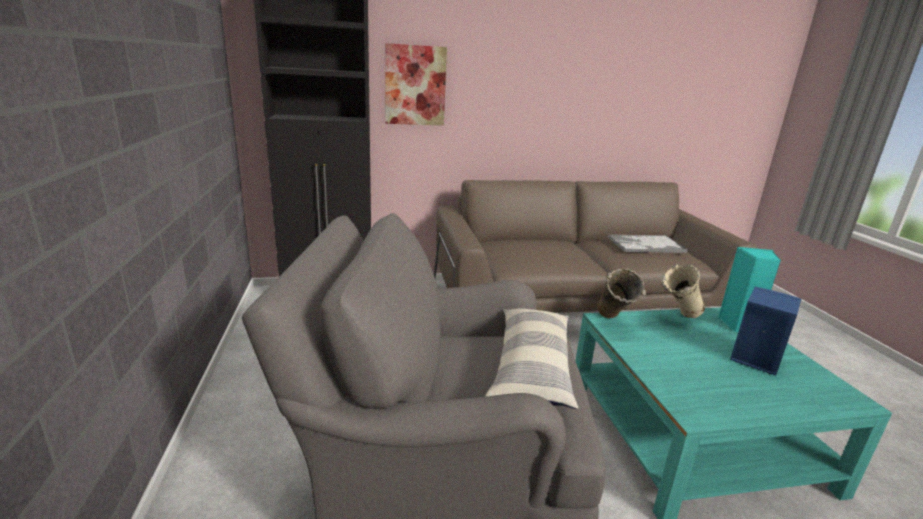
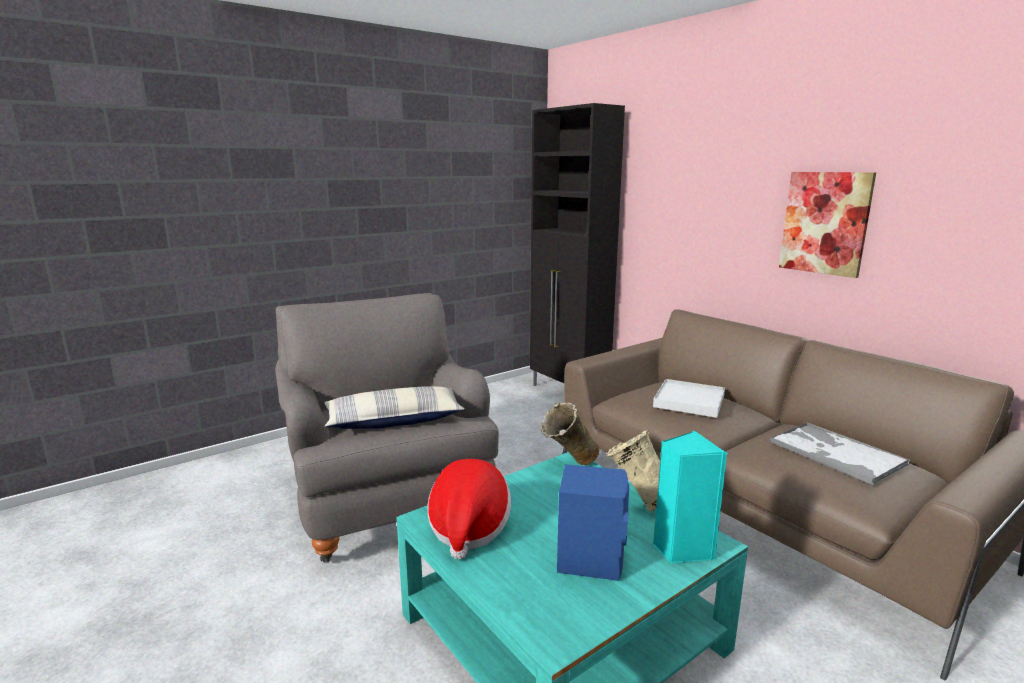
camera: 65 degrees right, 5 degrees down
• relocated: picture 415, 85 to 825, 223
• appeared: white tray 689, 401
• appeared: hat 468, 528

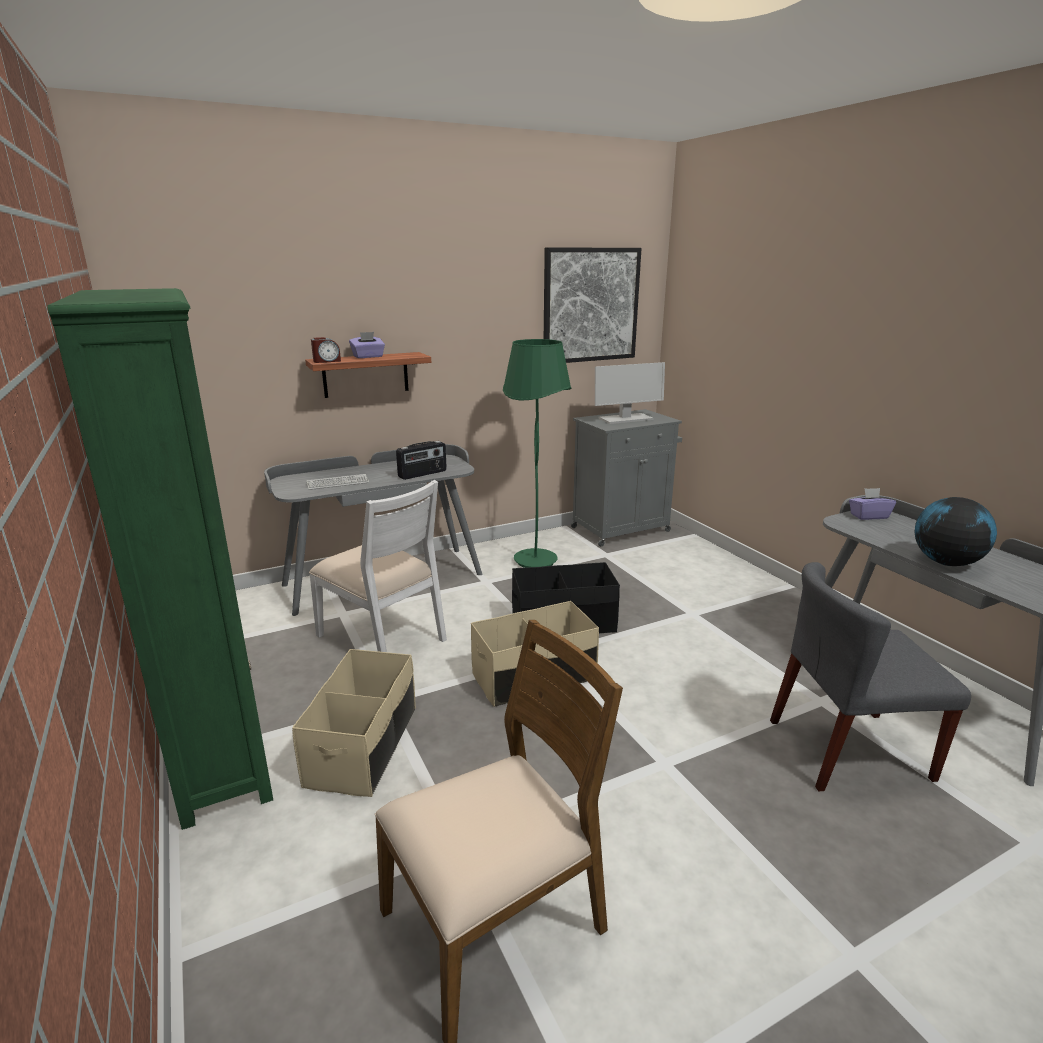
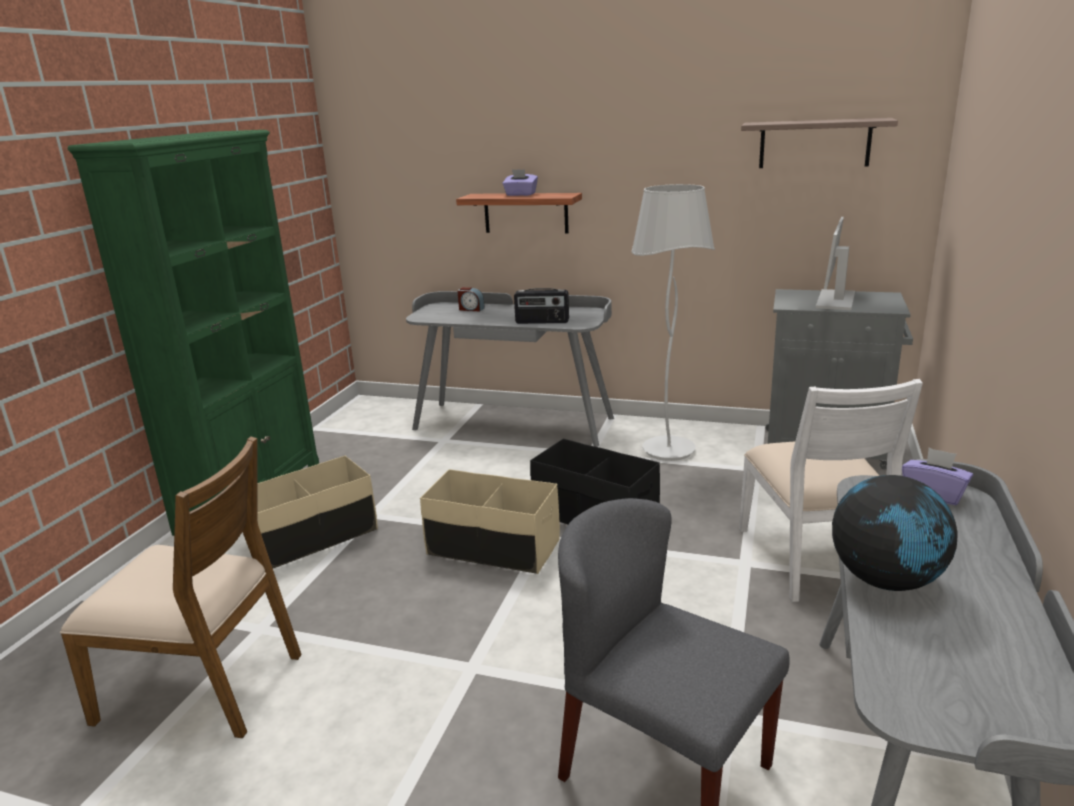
camera: 45 degrees right, 0 degrees up
• exchanged: picture 590, 305 to shelf 814, 143
• relocated: alarm clock 326, 361 to 471, 309
• colour: green floor lamp 535, 561 to white floor lamp 668, 450
• spun: monitor 625, 419 = 835, 300 90 degrees clockwise
• missing: keyboard 338, 483
• relocated: white chair 383, 637 to 813, 559

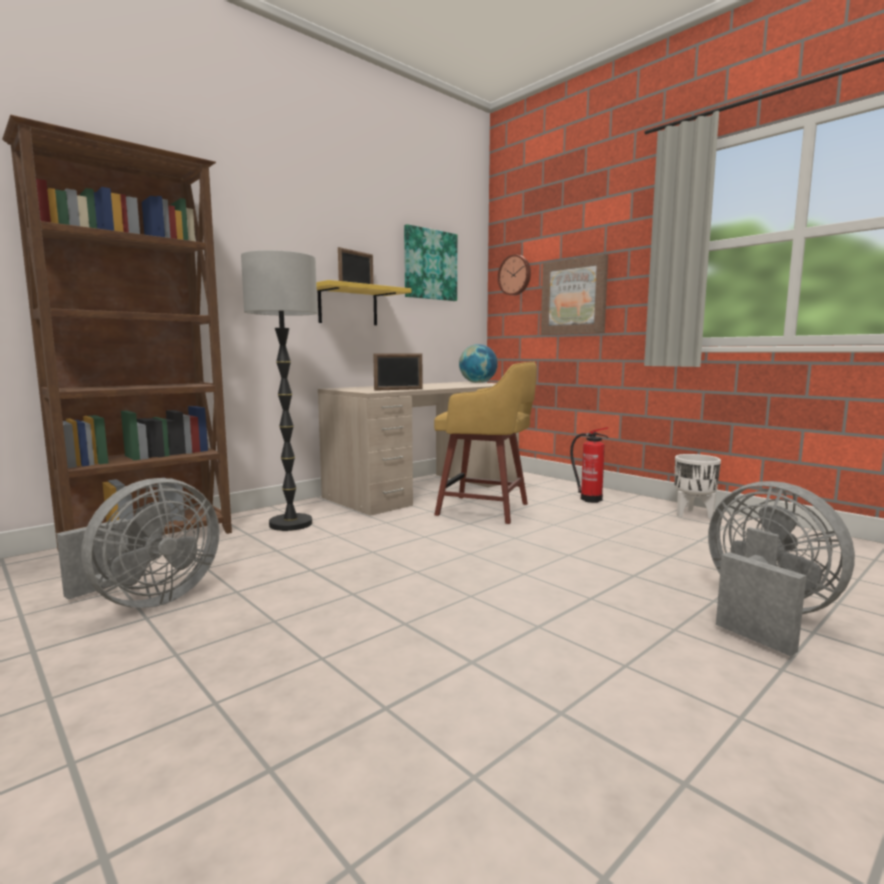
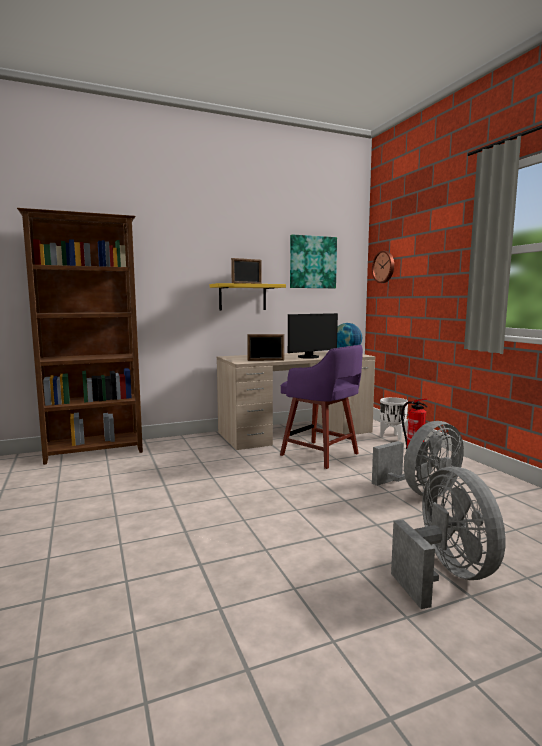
camera: 20 degrees right, 0 degrees up
• missing: floor lamp 291, 524
• missing: picture 574, 297
• colour: yellow stool 486, 510 to purple stool 321, 455
• relocated: white planter 692, 514 to 392, 437
• relocated: grey fan 148, 600 to 422, 492
• appeared: monitor 310, 357

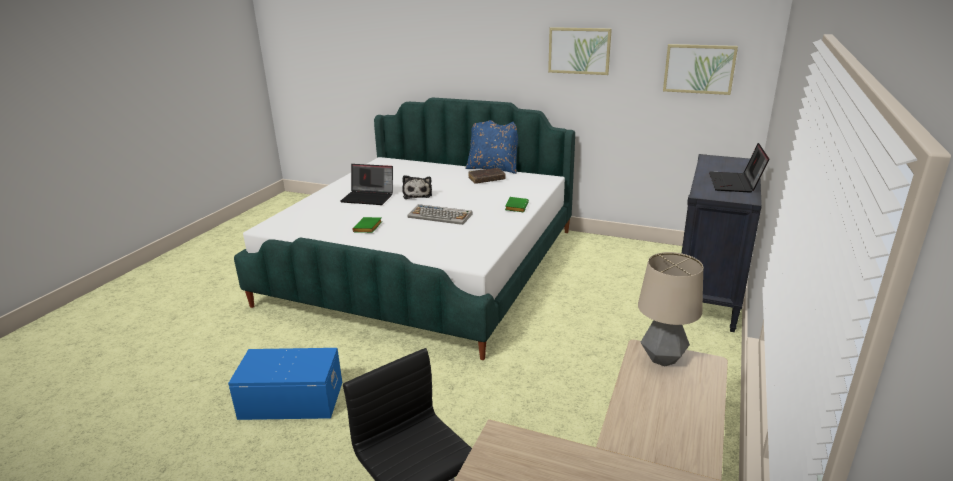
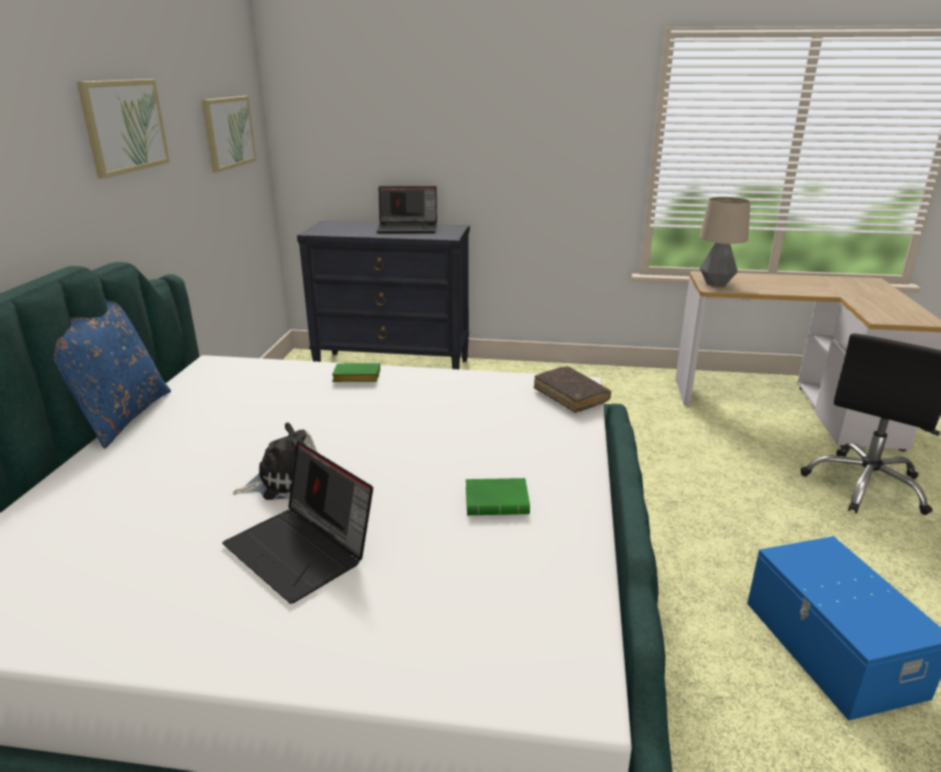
camera: 105 degrees left, 0 degrees up
• spun: laptop 369, 197 = 302, 551 135 degrees clockwise
• relocated: brown book 486, 179 to 570, 396
• missing: keyboard 440, 216

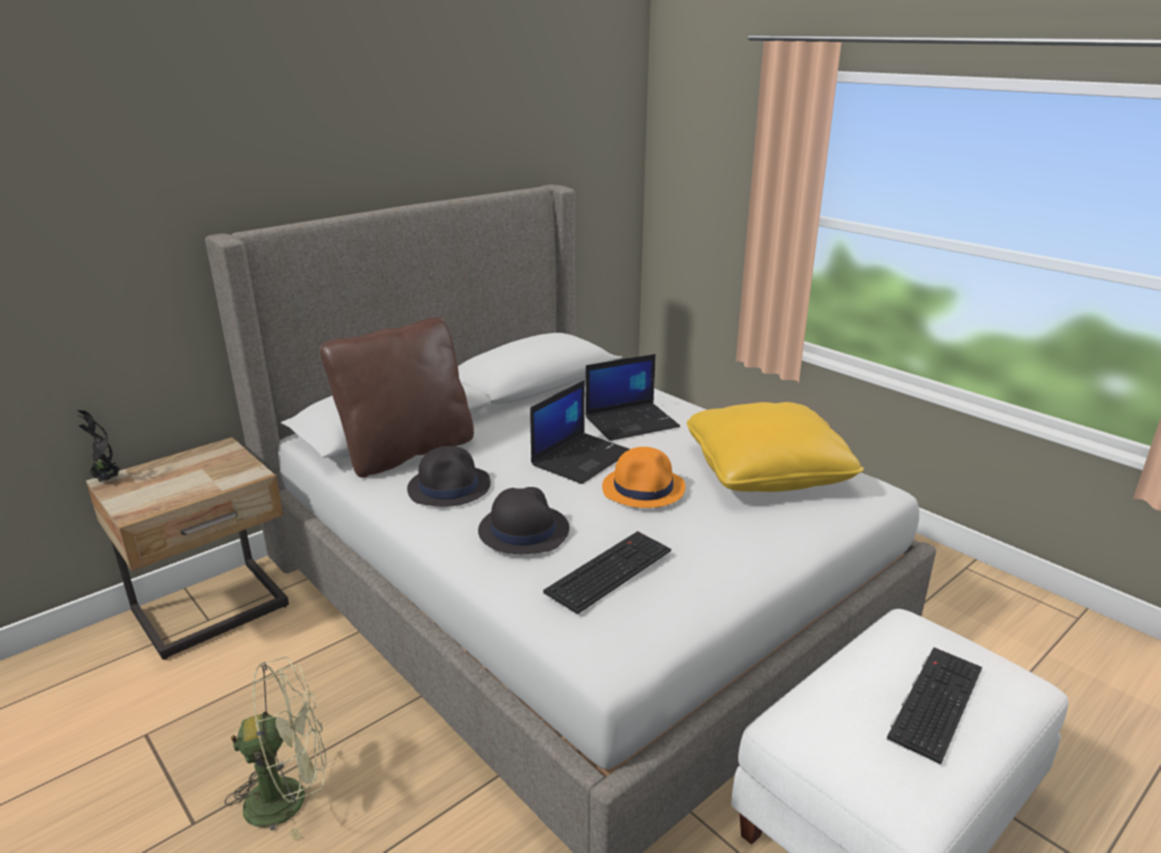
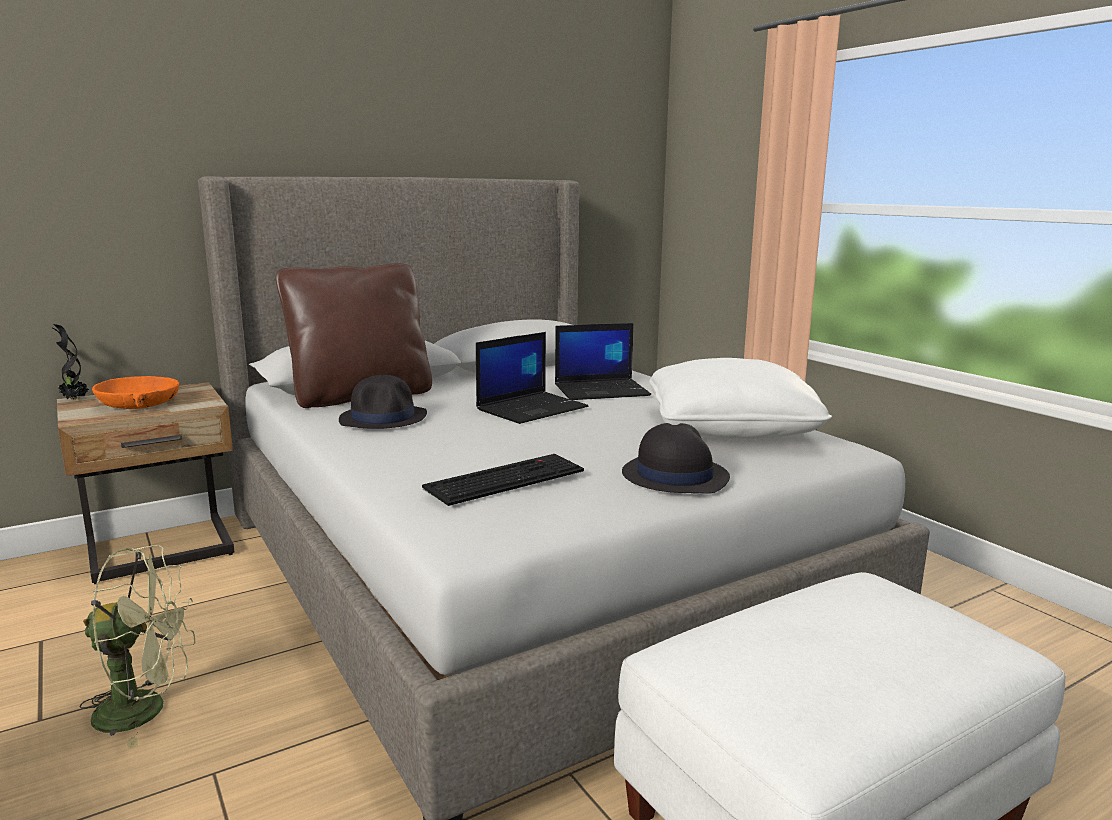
camera: 10 degrees right, 10 degrees down
• colour: yellow pillow 767, 471 to white pillow 730, 429
• missing: orange hat 644, 488
• relocated: black hat 523, 530 to 674, 476
• missing: keyboard 934, 700
• appeared: orange bowl 139, 403

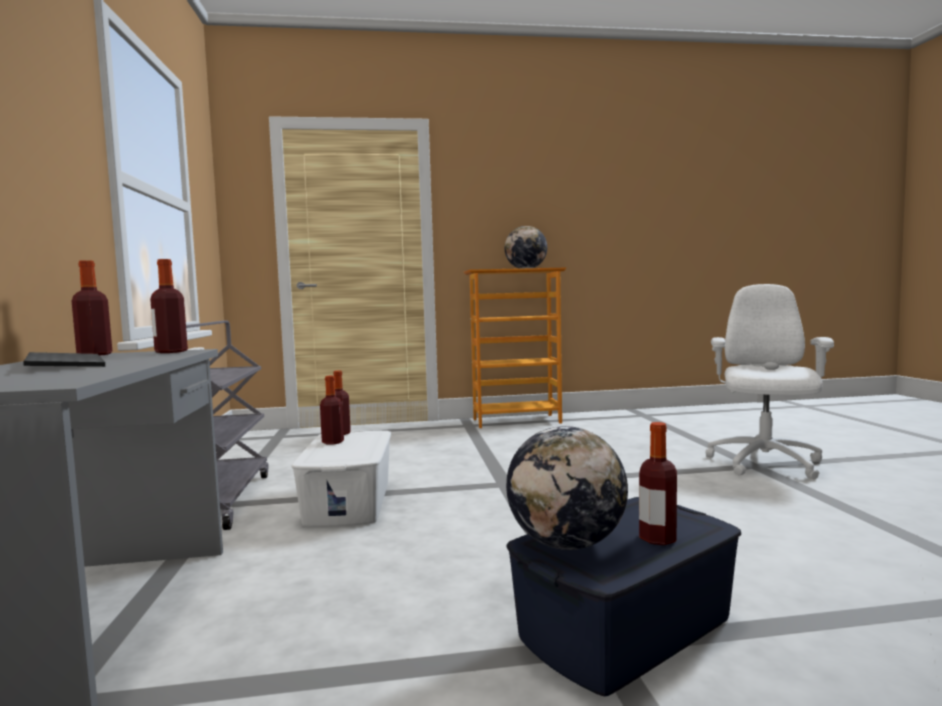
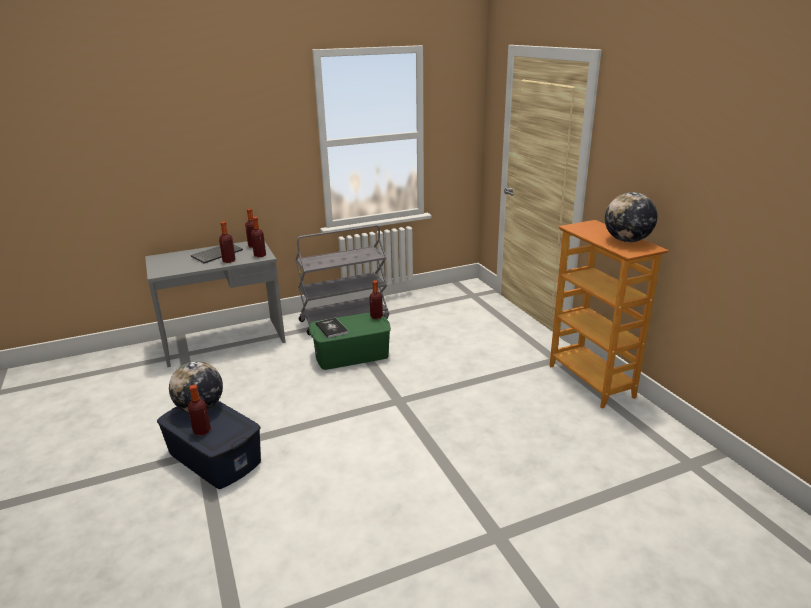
camera: 75 degrees right, 20 degrees up
• missing: white office chair 764, 464
• relocated: bottle 333, 442 to 229, 261
• colour: white storage box 350, 502 to green storage box 352, 355
• appeared: book 331, 328

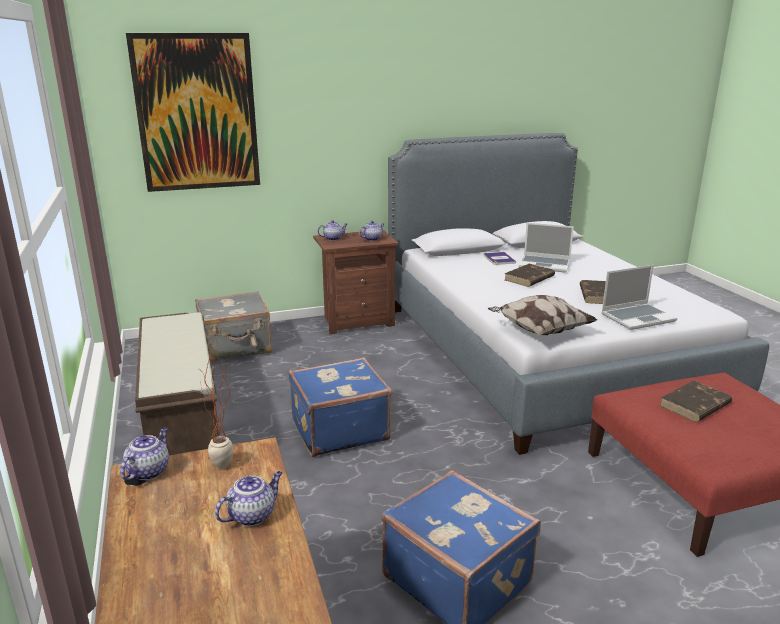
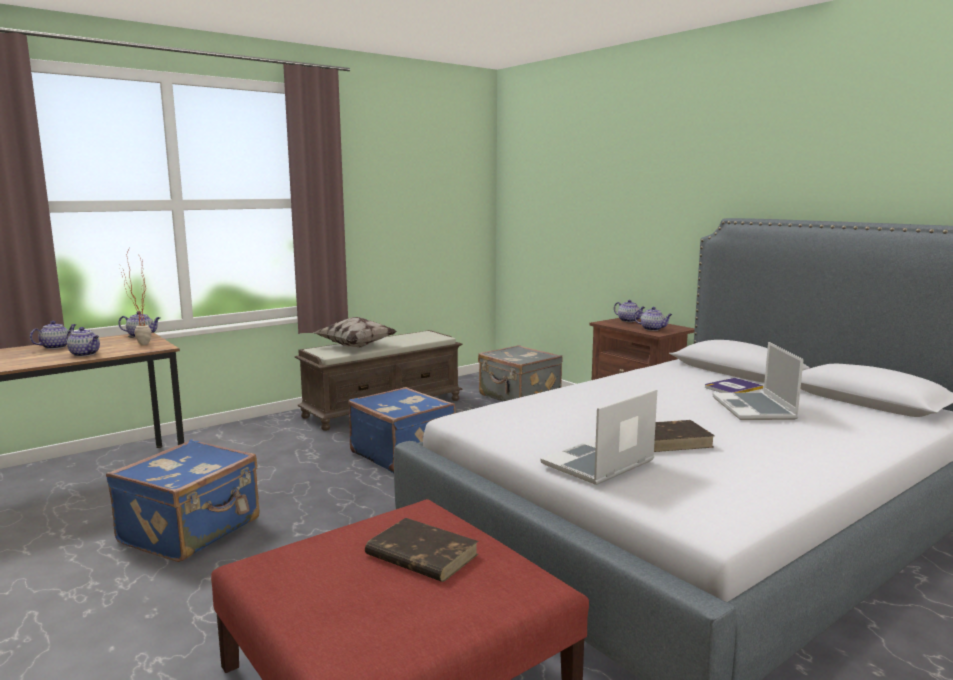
camera: 70 degrees right, 10 degrees down
• missing: picture 197, 113
• missing: brown book 529, 278
• spun: laptop 638, 317 = 598, 464 90 degrees clockwise
• relocated: pillow 539, 330 to 356, 346
• appeared: teapot 56, 347

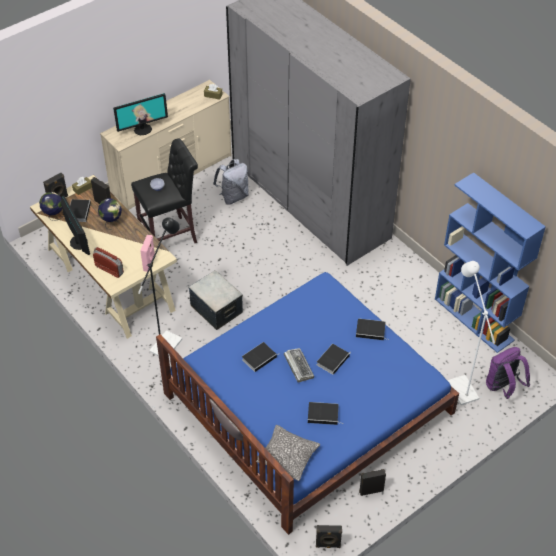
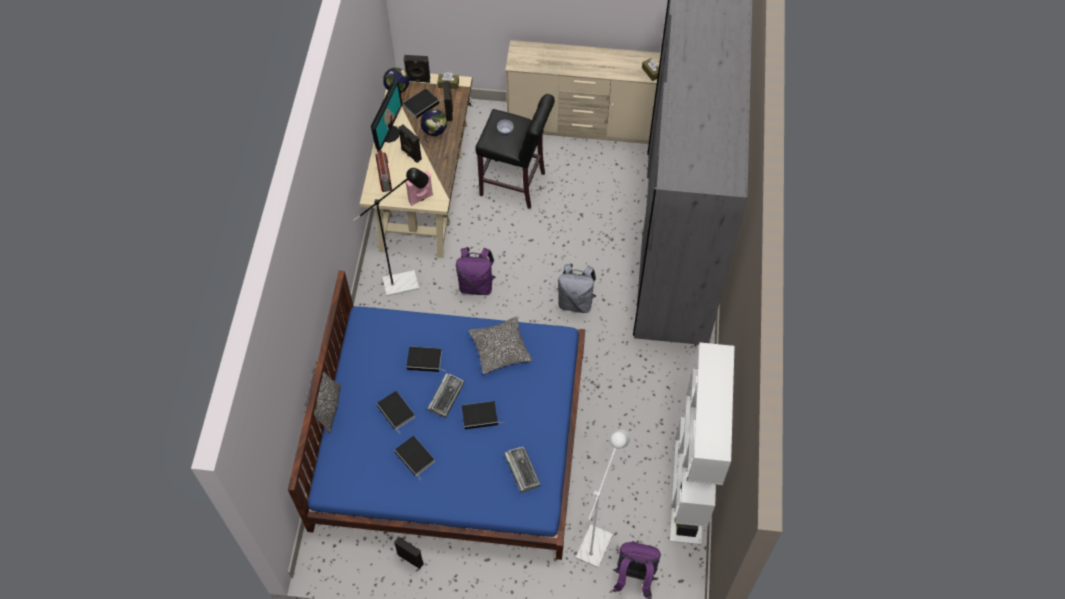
camera: 45 degrees right, 10 degrees up
• missing: monitor 142, 129
• relocated: grey backpack 233, 196 to 575, 302
• colour: blue bookcase 474, 319 to white bookcase 688, 491
• exchanged: storage box 216, 309 to purple backpack 476, 285
• relocated: book 371, 330 to 397, 412
• relocated: pillow 287, 456 to 500, 349
• relocated: black speaker 328, 545 to 410, 154
• appeared: keyboard 521, 470

